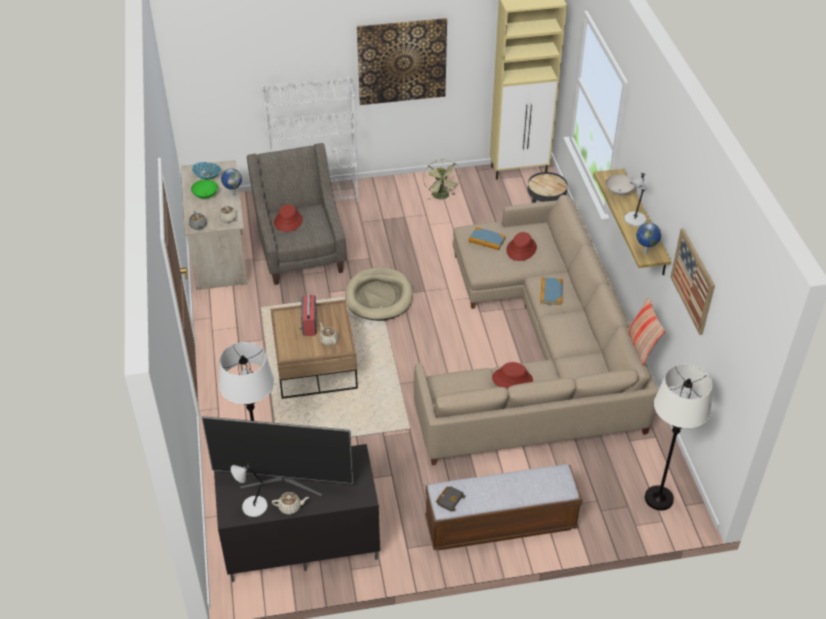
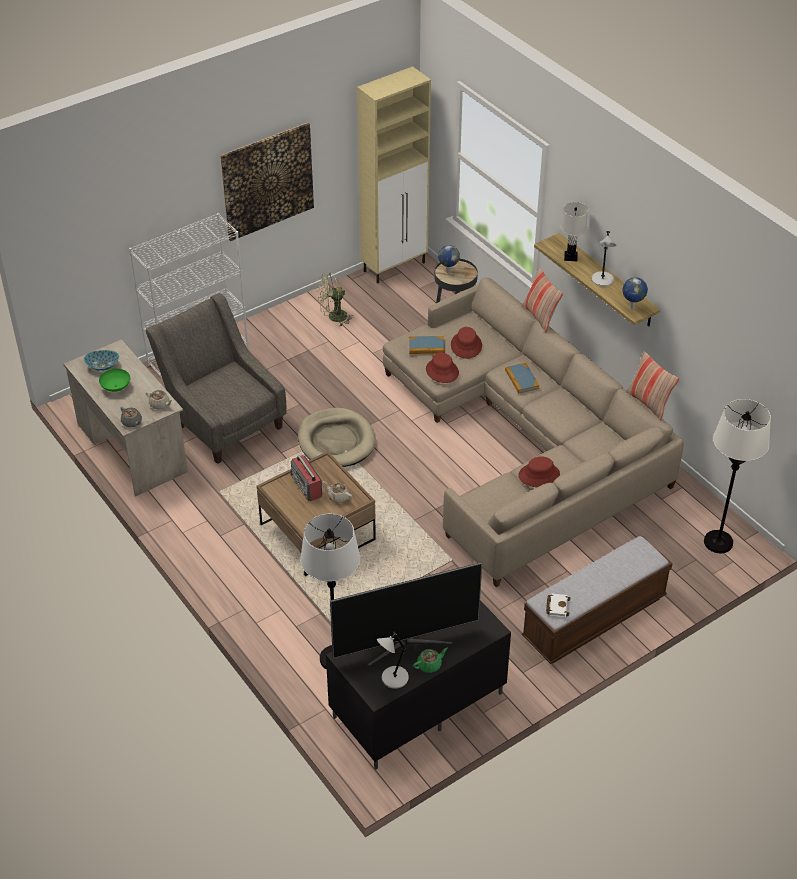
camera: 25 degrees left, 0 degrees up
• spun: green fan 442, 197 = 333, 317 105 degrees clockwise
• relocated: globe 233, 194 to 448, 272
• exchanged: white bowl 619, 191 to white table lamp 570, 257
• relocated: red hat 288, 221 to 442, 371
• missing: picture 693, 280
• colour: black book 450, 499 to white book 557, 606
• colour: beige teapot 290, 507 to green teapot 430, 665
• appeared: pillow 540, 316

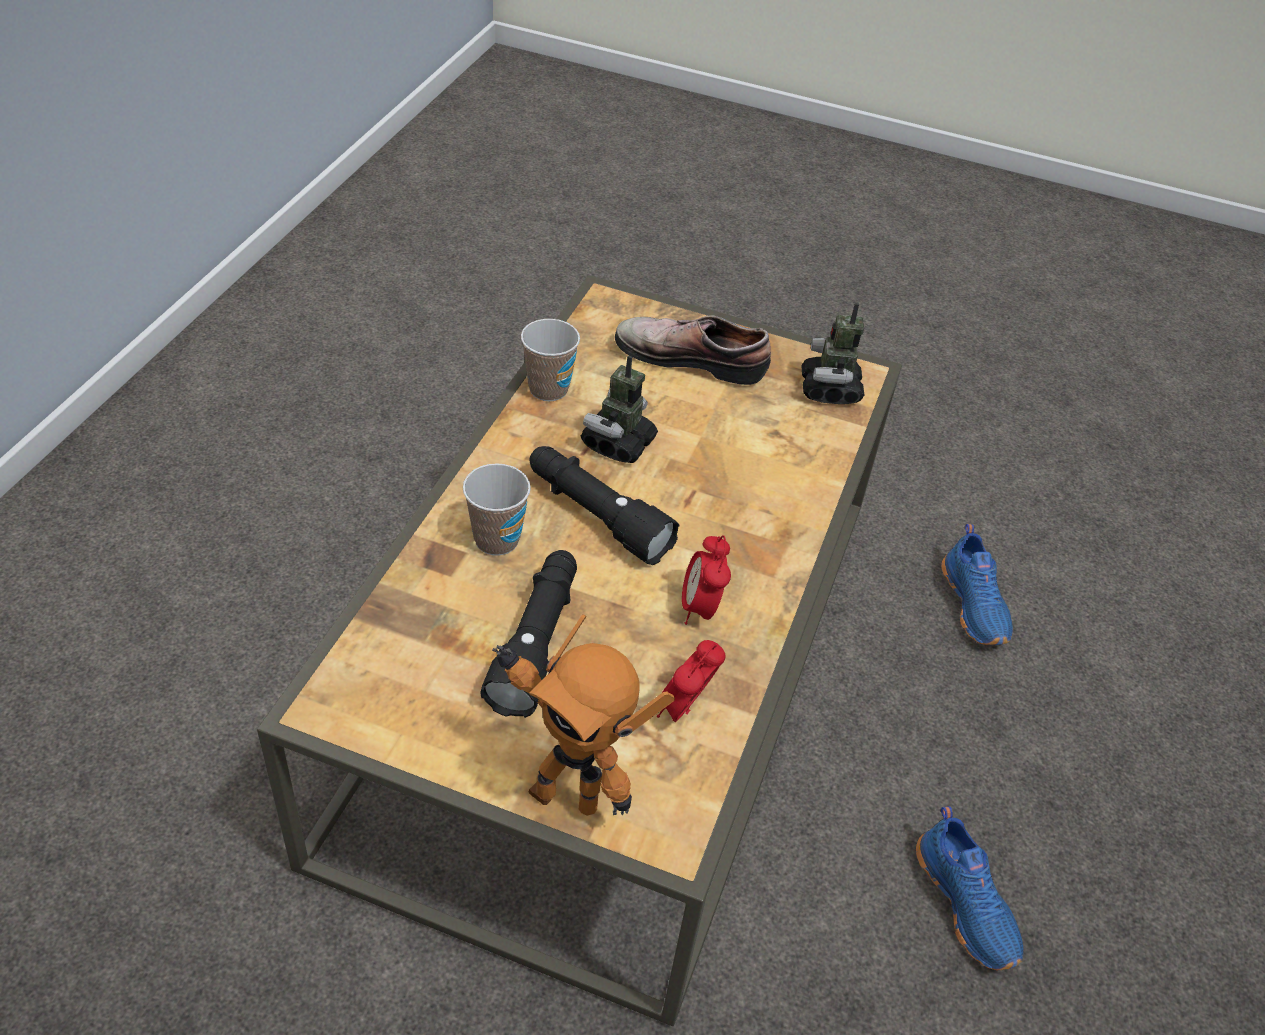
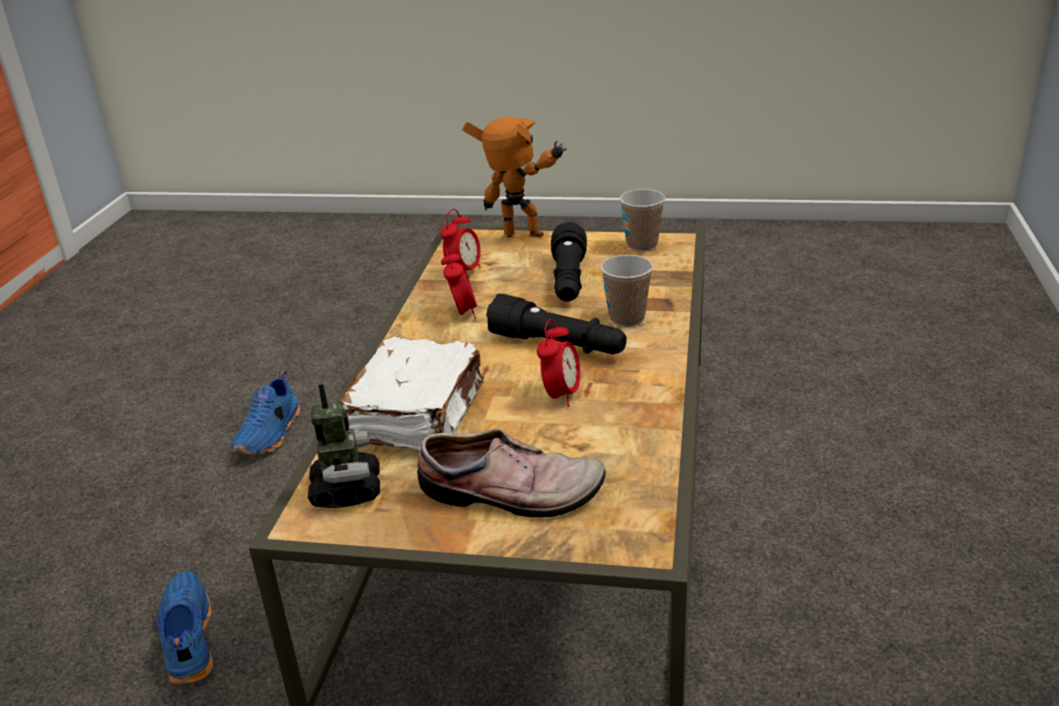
camera: 175 degrees right, 15 degrees down
• relocated: cup 548, 389 to 642, 245
• exchanged: toy robot 618, 444 to alarm clock 561, 396
• spun: blue shoe 968, 904 = 270, 434 135 degrees counterclockwise
• appeared: white book 419, 415

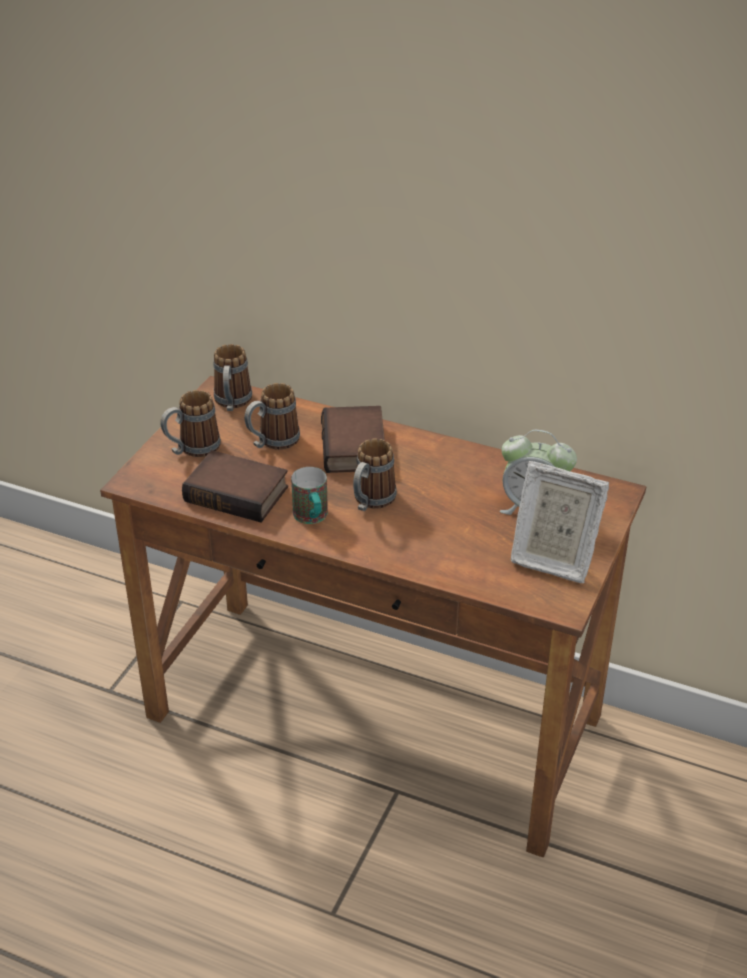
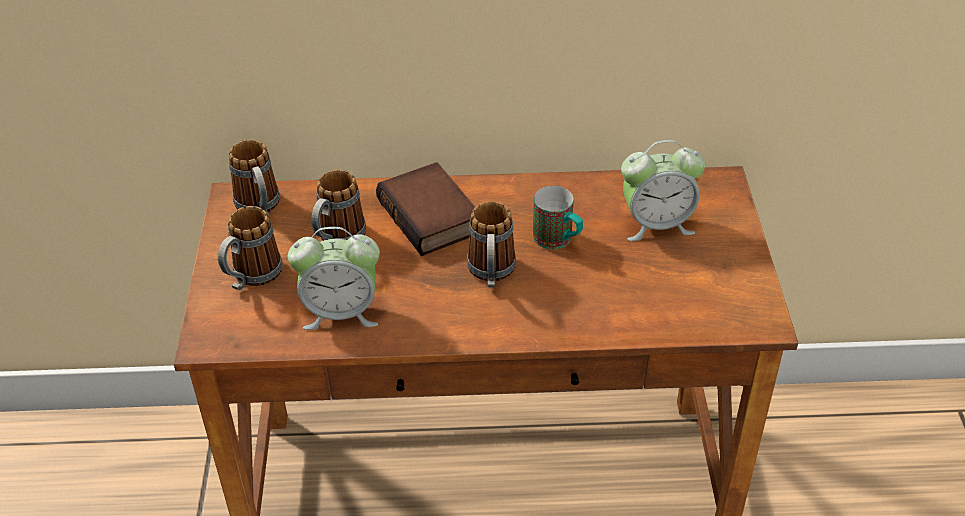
camera: 25 degrees left, 5 degrees up
• exchanged: book 239, 493 to alarm clock 341, 312
• missing: picture frame 552, 559
• relocated: mug 312, 518 to 558, 241

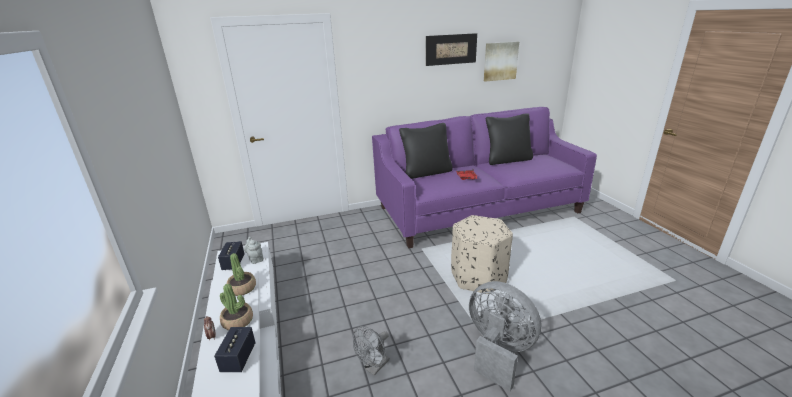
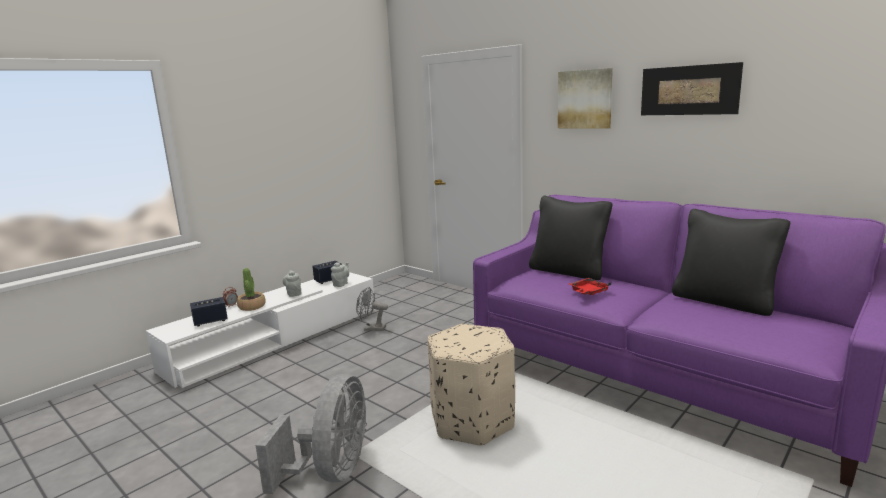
camera: 60 degrees right, 10 degrees down
• relocated: picture 500, 61 to 585, 99
• exchanged: potted plant 242, 288 to grey teapot 293, 293
• relocated: grey fan 374, 367 to 371, 328

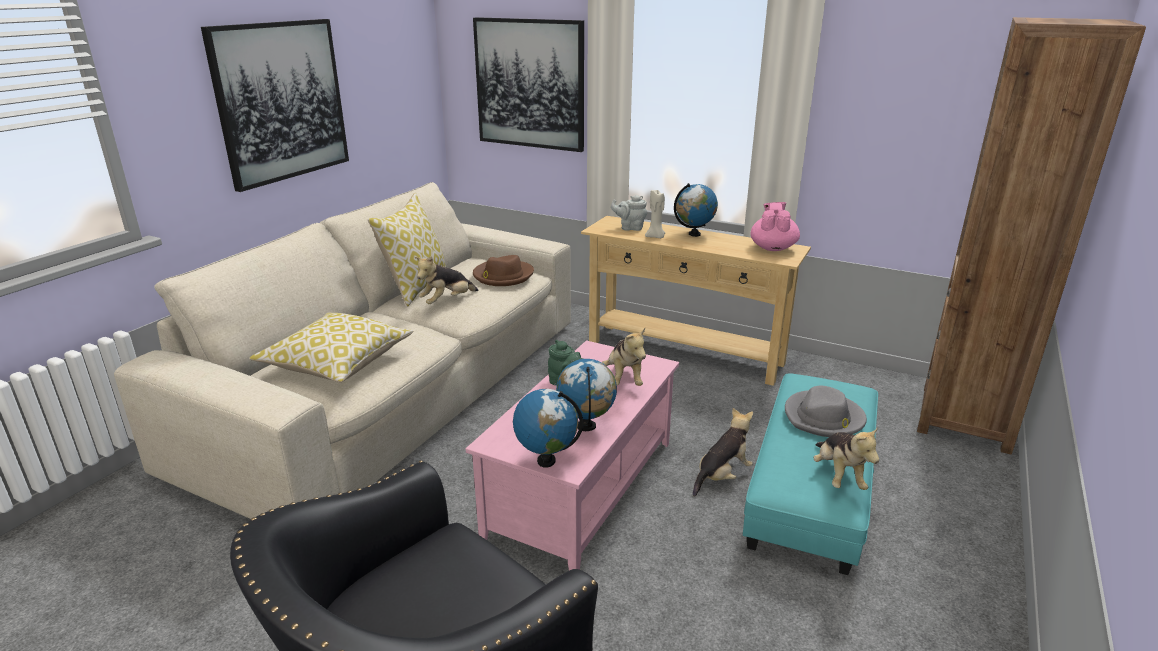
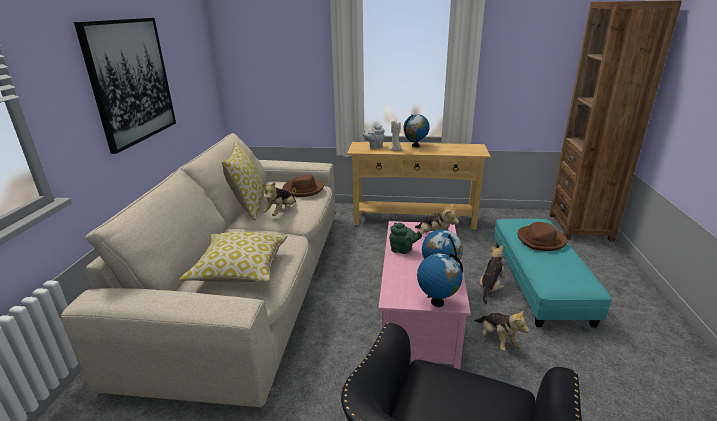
camera: 20 degrees left, 0 degrees up
• missing: picture 530, 84
• missing: pink teapot 773, 248
• colour: grey hat 824, 418 to brown hat 541, 240
• relocated: plush toy 838, 476 to 497, 340

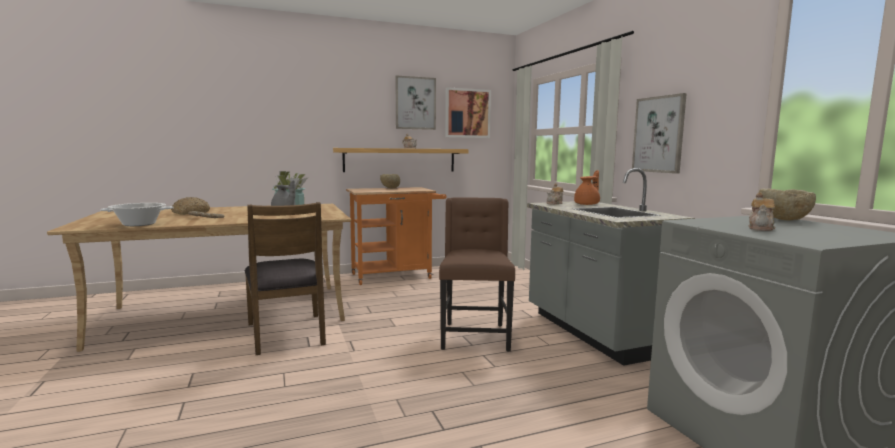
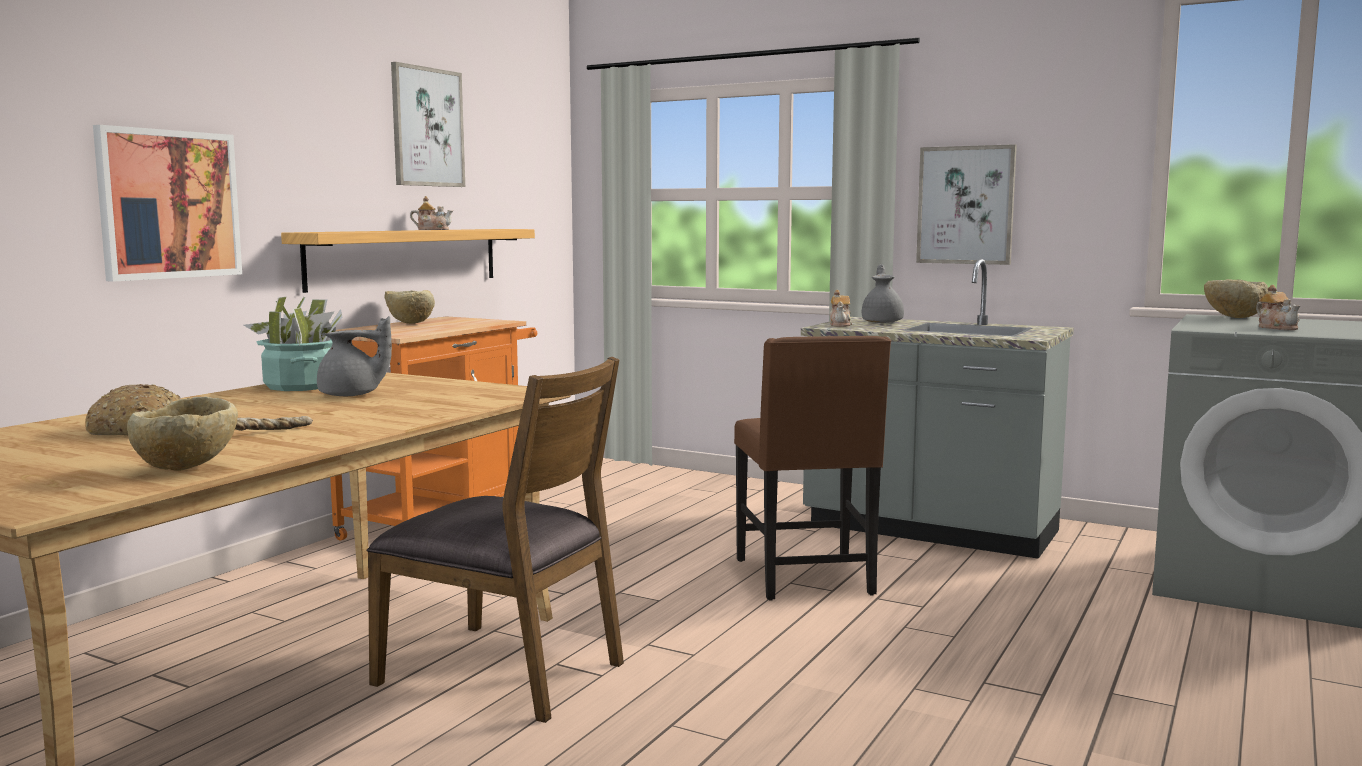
camera: 40 degrees left, 0 degrees up
• relocated: picture 467, 113 to 169, 204
• colour: orange teapot 587, 204 to grey teapot 882, 322
• spun: brown chair 474, 336 = 807, 578 150 degrees counterclockwise
• exchanged: cooking pot 139, 224 to beige bowl 187, 469

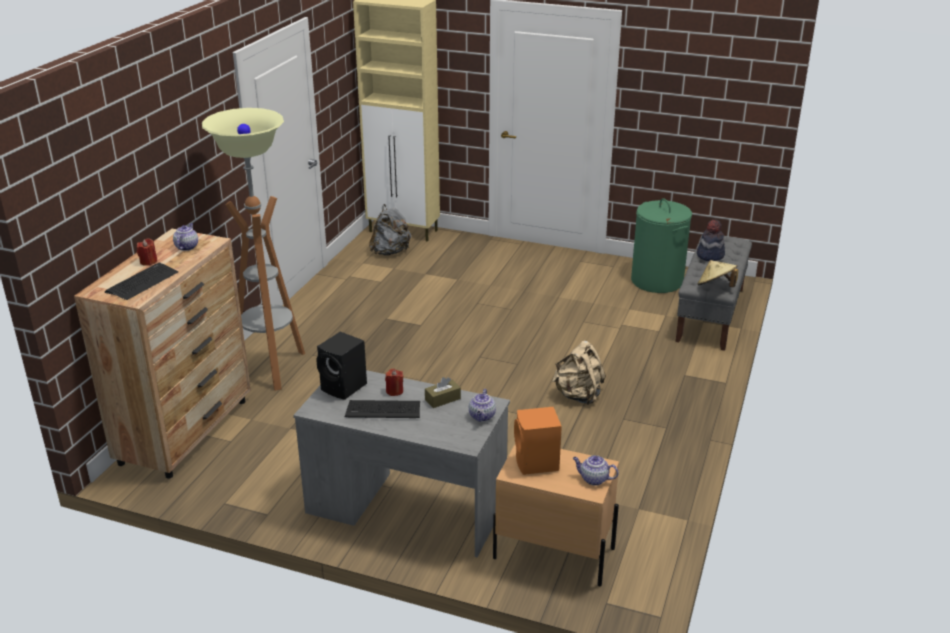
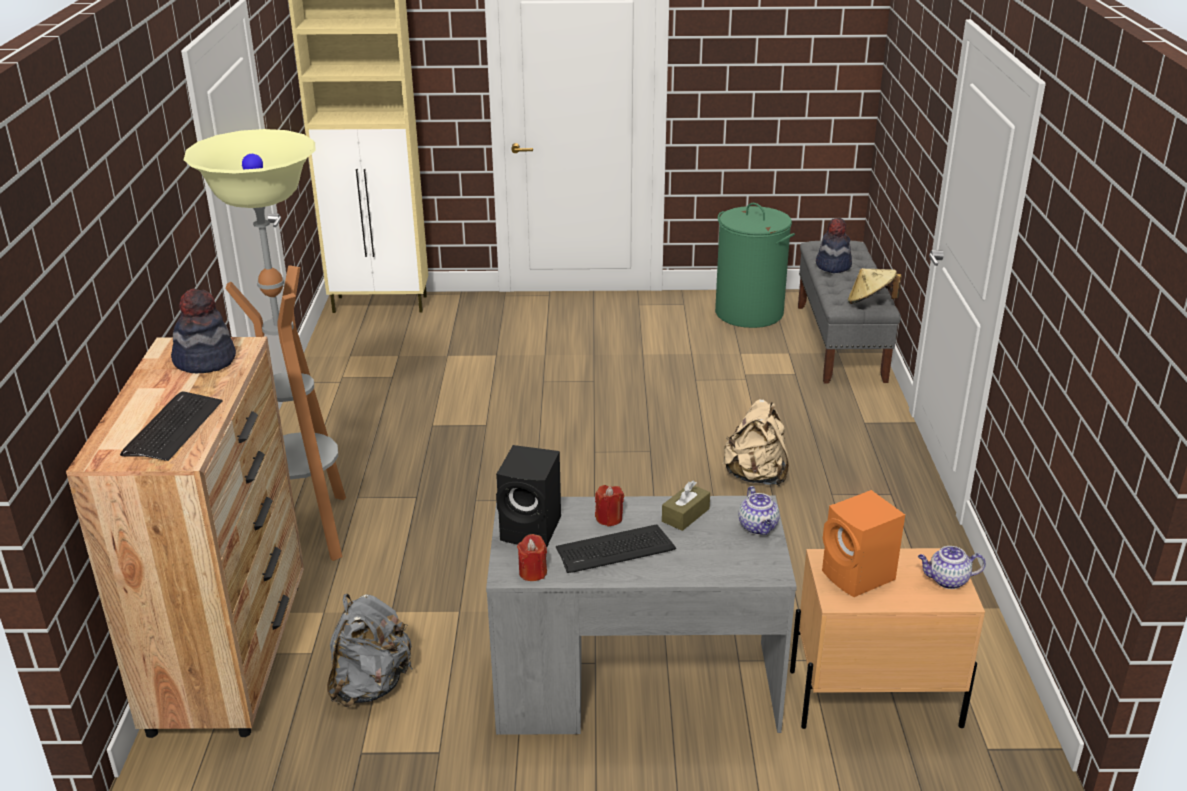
camera: 20 degrees left, 0 degrees up
• relocated: grey backpack 390, 252 to 370, 685
• exchanged: teapot 186, 247 to hat 205, 361
• relocated: red candle 148, 262 to 533, 572

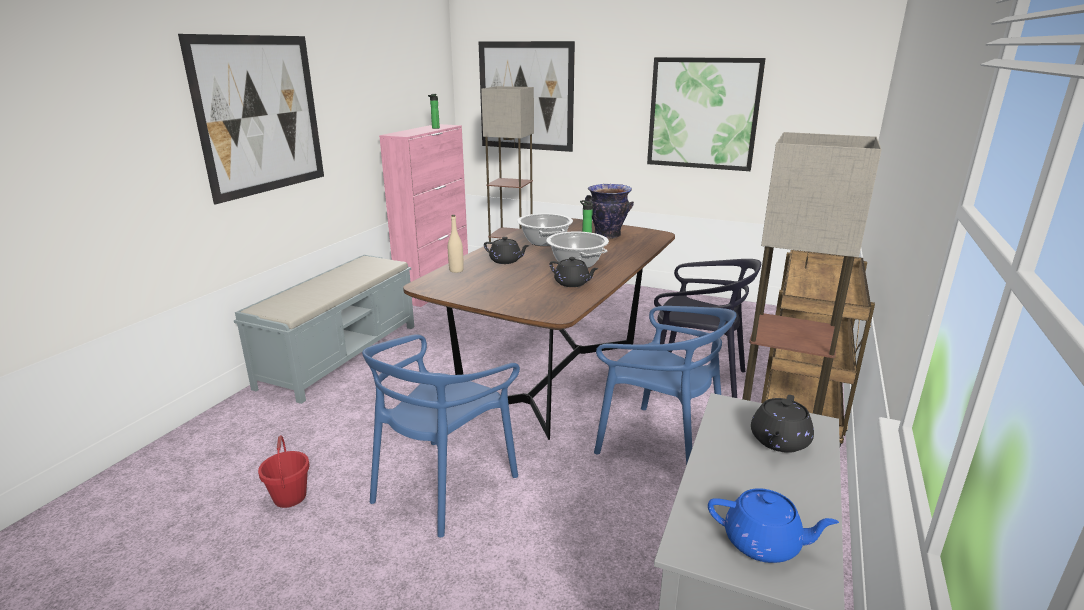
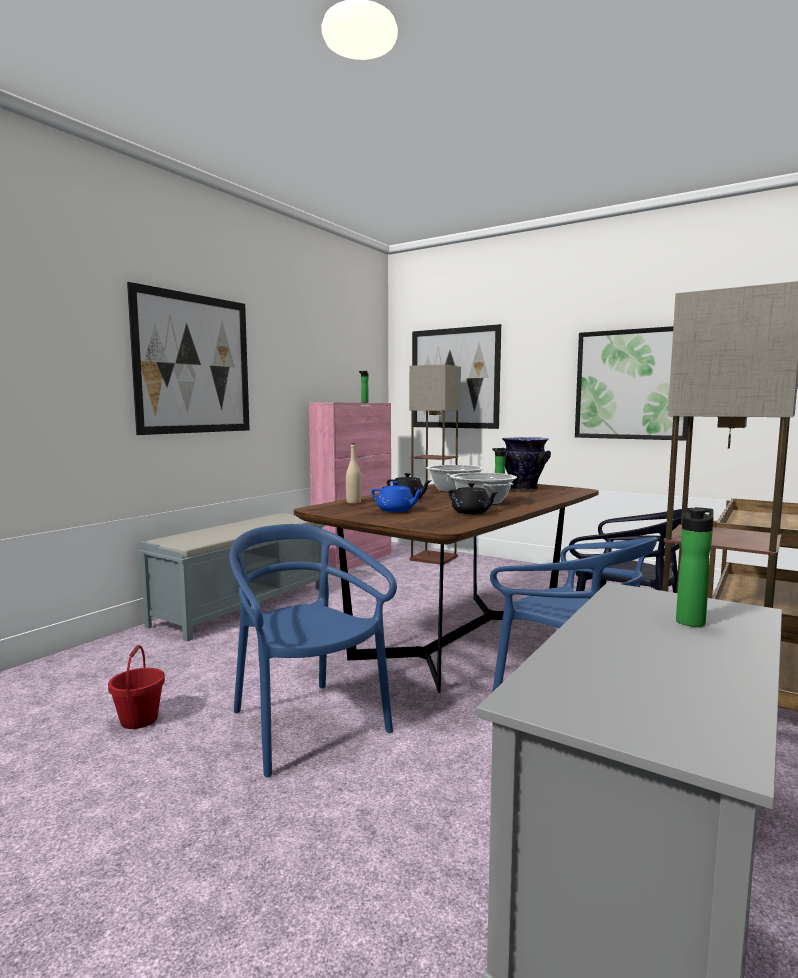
camera: 10 degrees right, 15 degrees down
• spun: blue chair 443, 485 = 306, 725 105 degrees clockwise
• exchanged: black teapot 779, 441 to bottle 691, 621
• relocated: blue teapot 764, 543 to 396, 510

